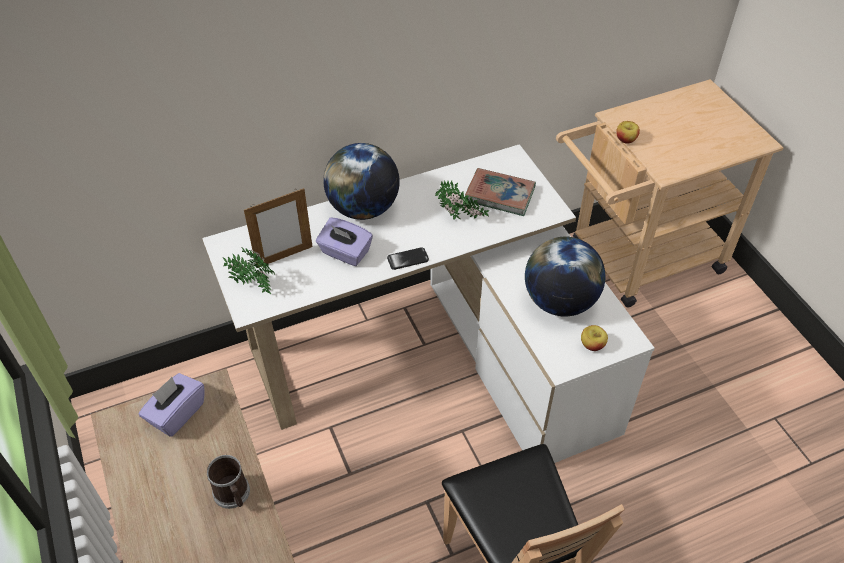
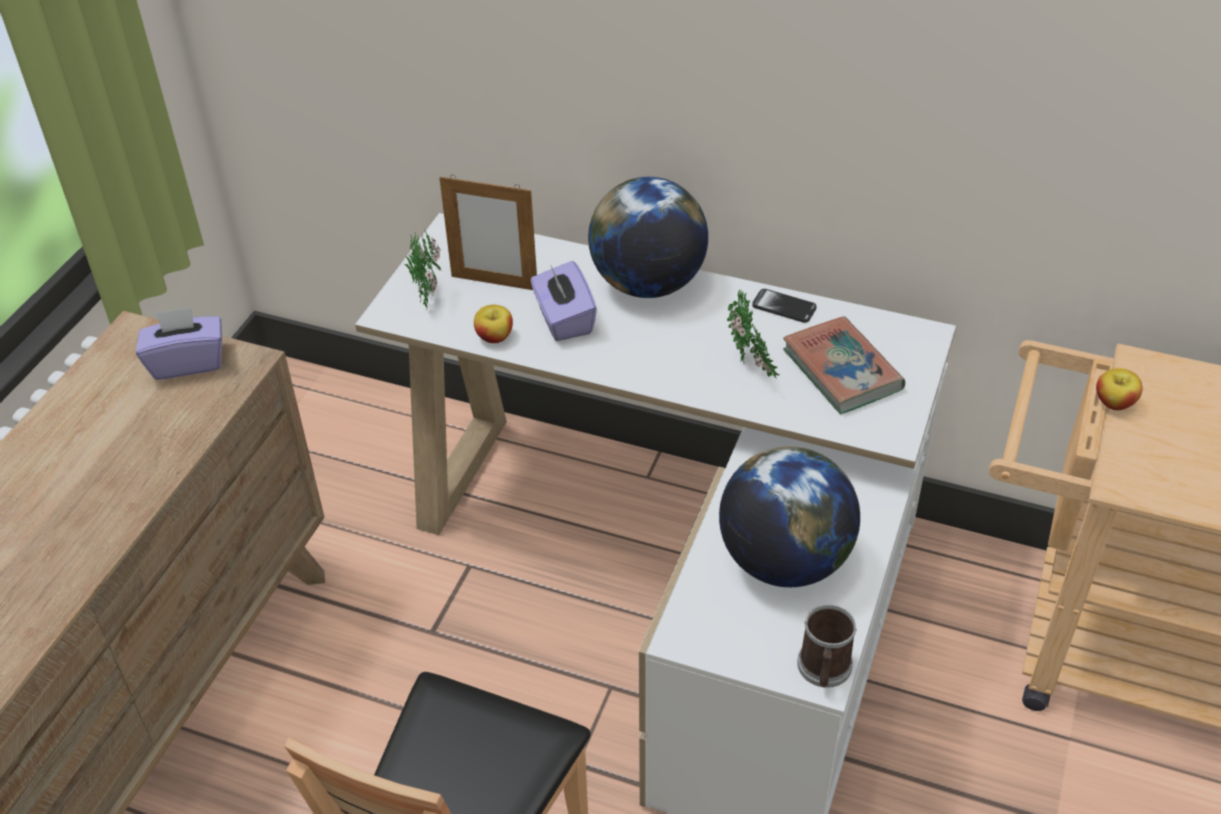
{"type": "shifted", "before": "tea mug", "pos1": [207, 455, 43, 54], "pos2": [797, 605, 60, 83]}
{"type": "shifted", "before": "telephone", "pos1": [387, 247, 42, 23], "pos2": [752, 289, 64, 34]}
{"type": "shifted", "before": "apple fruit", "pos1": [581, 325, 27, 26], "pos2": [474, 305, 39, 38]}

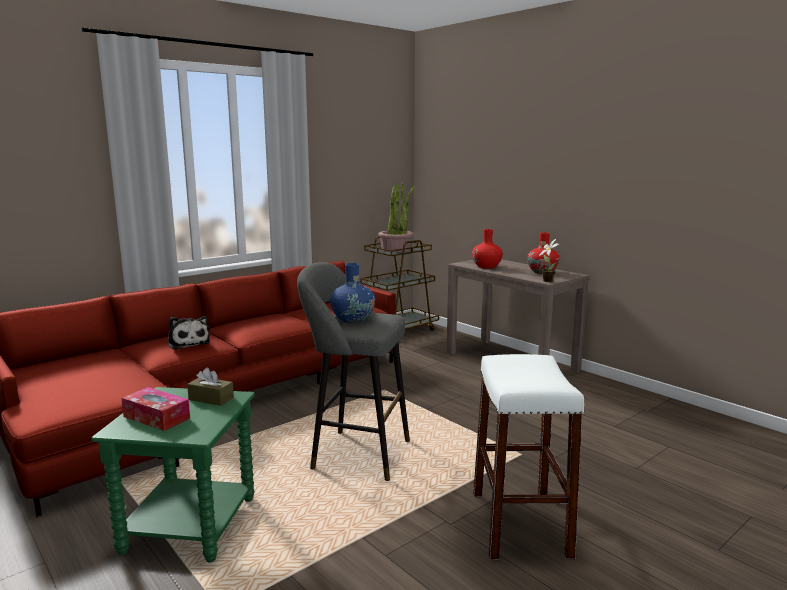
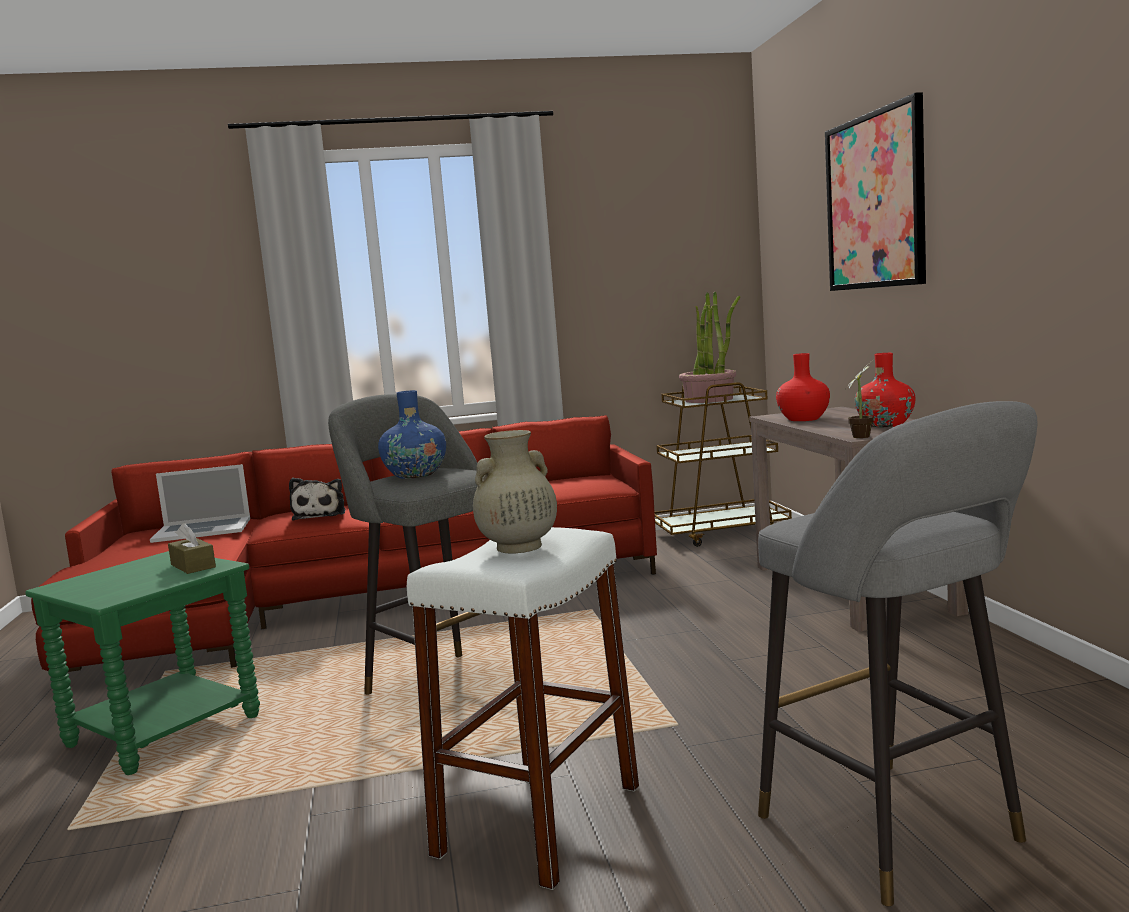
{"type": "gone", "before": "tissue holder", "pos1": [121, 387, 69, 44]}
{"type": "new", "after": "portable computer", "pos2": [150, 464, 100, 79]}
{"type": "new", "after": "sand-coloured vase", "pos2": [473, 430, 84, 124]}
{"type": "new", "after": "grey stool", "pos2": [758, 401, 280, 505]}
{"type": "new", "after": "wall art", "pos2": [825, 92, 101, 199]}

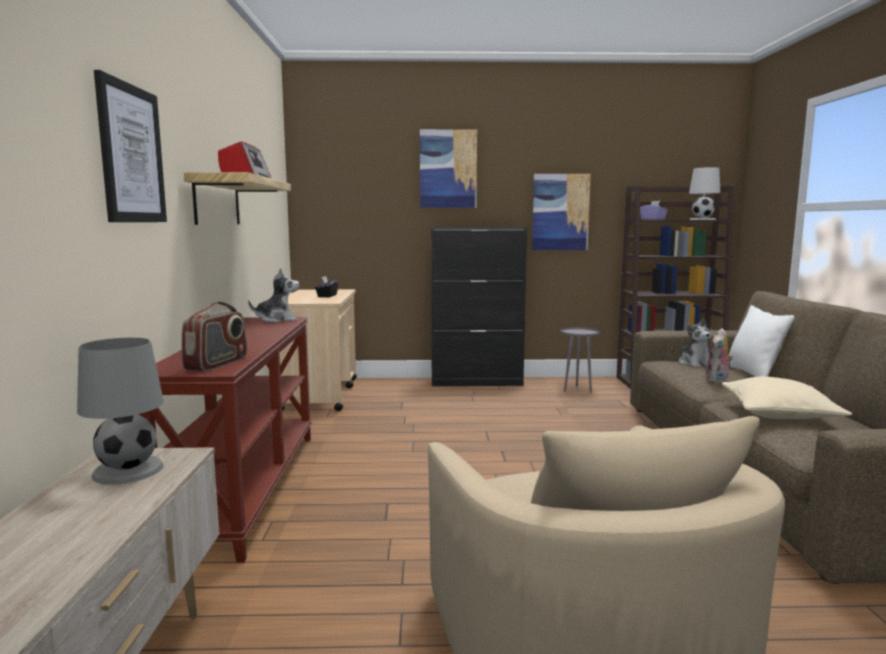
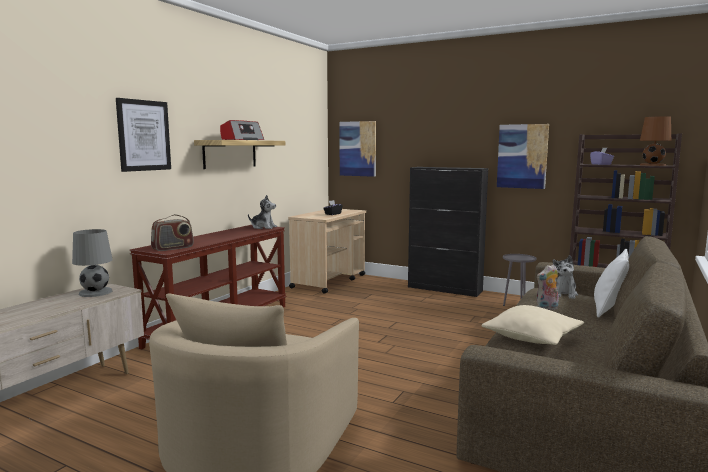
{"type": "shifted", "before": "wall art", "pos1": [420, 129, 57, 79], "pos2": [339, 121, 37, 56]}
{"type": "repainted", "before": "white tabletop lamp", "after": "brown-coloured tabletop lamp", "pos1": [689, 167, 31, 53], "pos2": [640, 116, 31, 50]}

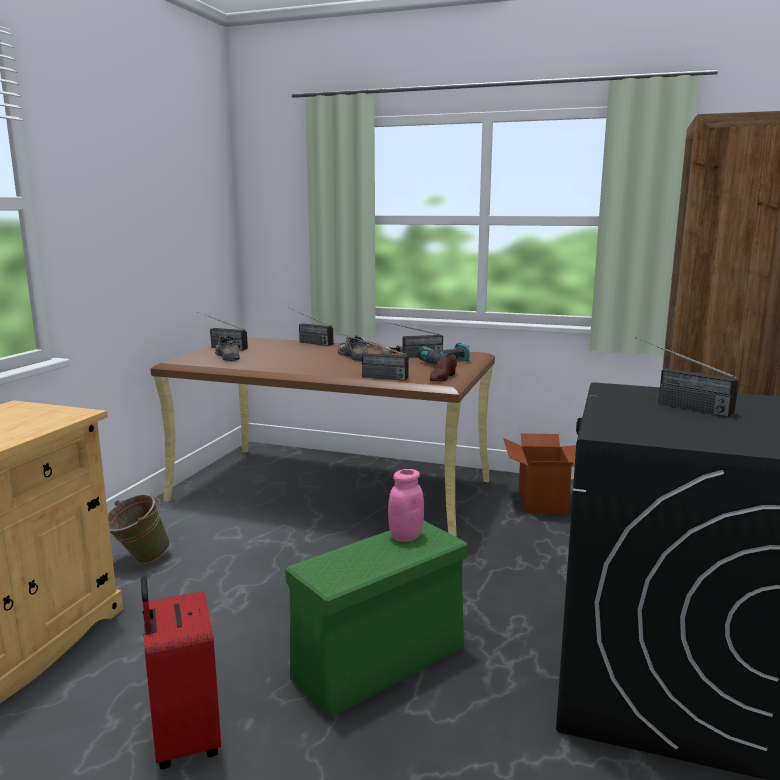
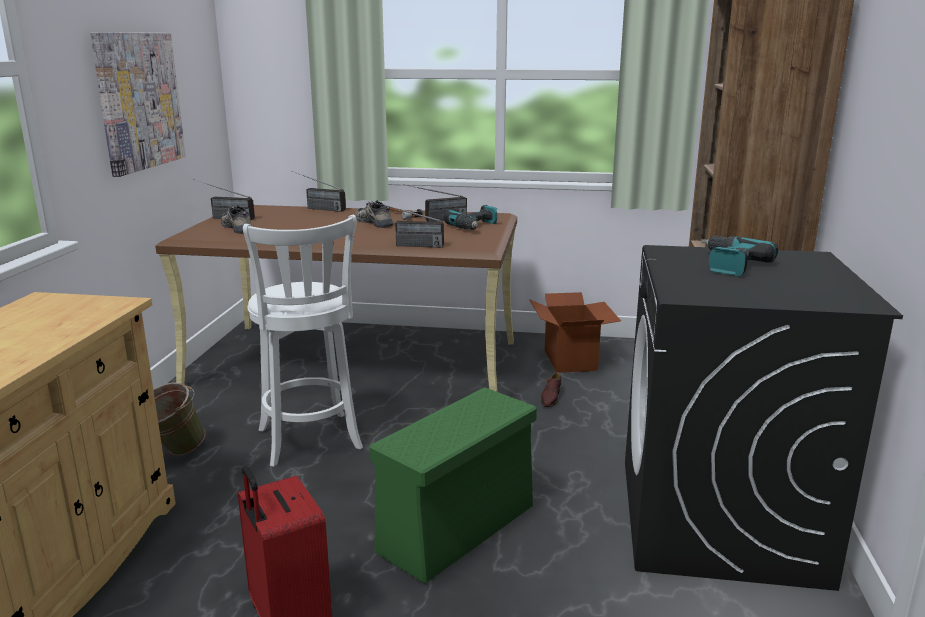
{"type": "gone", "before": "pink-coloured preserve jar", "pos1": [388, 469, 36, 73]}
{"type": "shifted", "before": "brown-coloured item of footwear", "pos1": [430, 355, 27, 27], "pos2": [541, 373, 20, 34]}
{"type": "swapped", "before": "radio", "after": "power drill", "pos1": [635, 337, 103, 80], "pos2": [702, 236, 76, 41]}
{"type": "new", "after": "wall art", "pos2": [90, 32, 96, 145]}
{"type": "new", "after": "white stool", "pos2": [243, 215, 120, 252]}

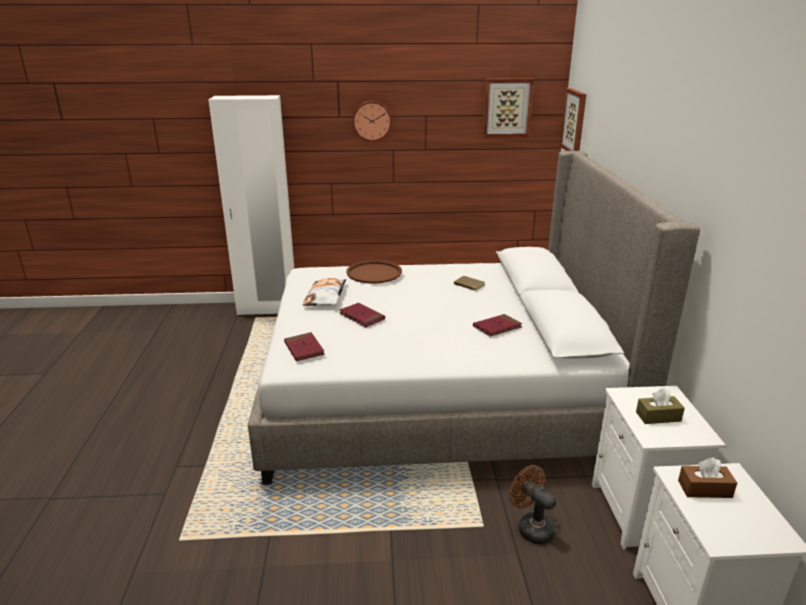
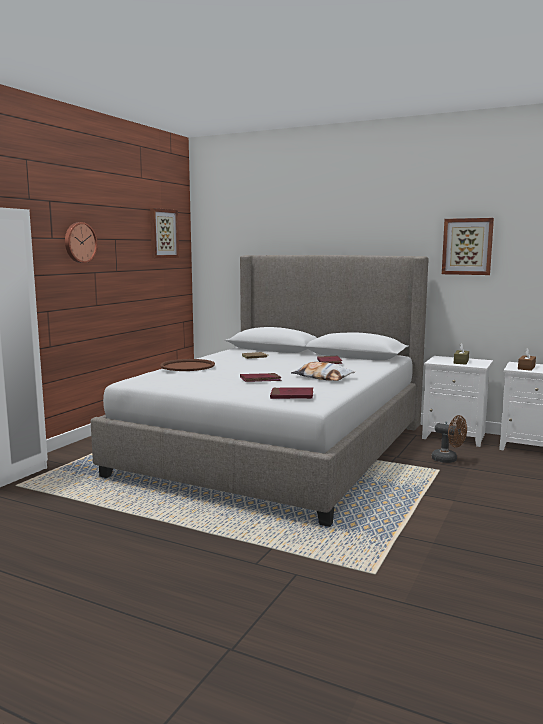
{"type": "shifted", "before": "cushion", "pos1": [302, 278, 44, 28], "pos2": [291, 362, 64, 19]}
{"type": "rotated", "before": "brown-coloured fan", "pos1": [509, 465, 47, 79], "pos2": [432, 415, 35, 48], "turn": -135}
{"type": "shifted", "before": "wall art", "pos1": [560, 88, 26, 63], "pos2": [442, 218, 52, 57]}

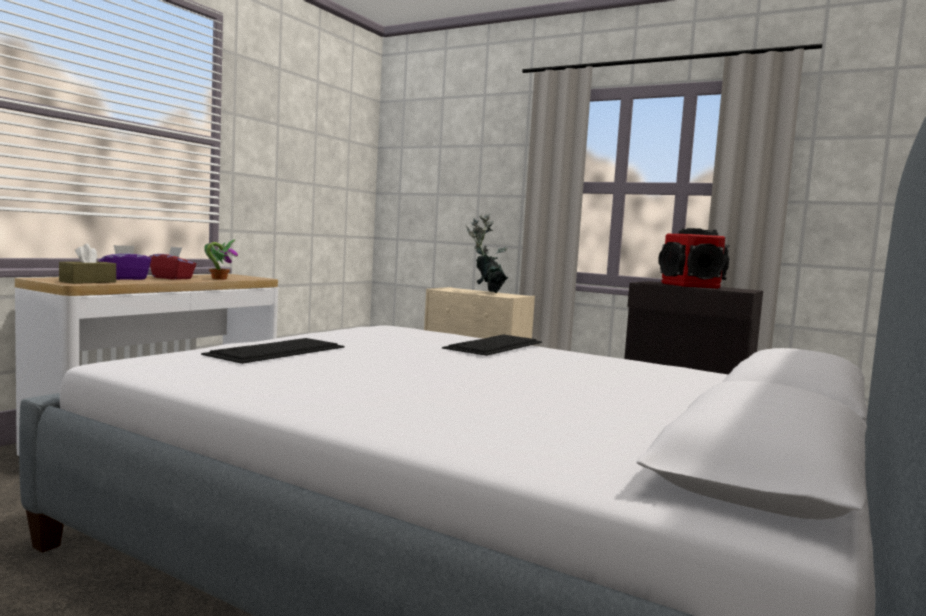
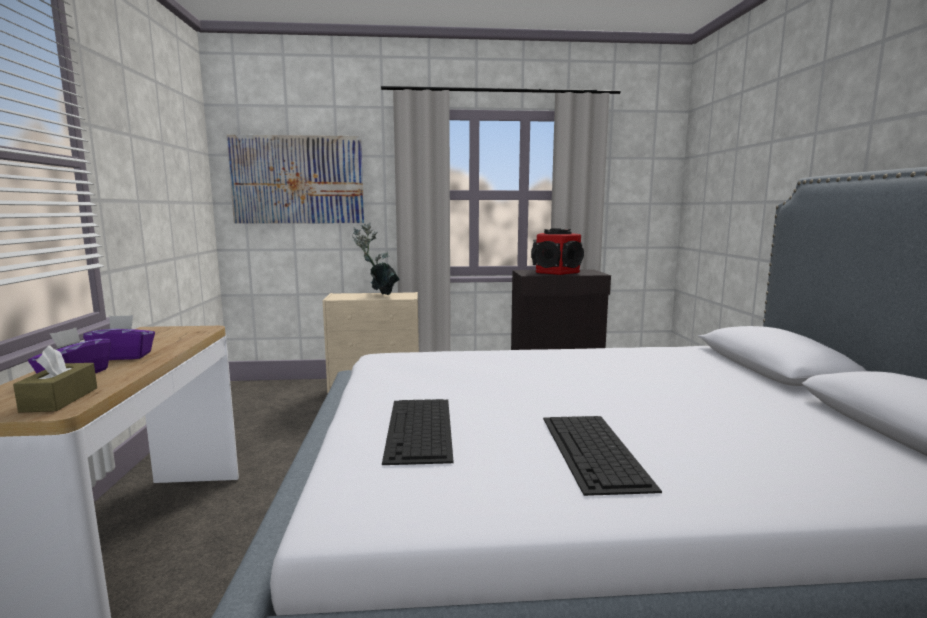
{"type": "repainted", "before": "reddish tissue holder", "after": "purple tissue holder", "pos1": [149, 247, 48, 33], "pos2": [83, 315, 72, 45]}
{"type": "gone", "before": "plant in a pot", "pos1": [204, 239, 34, 41]}
{"type": "shifted", "before": "PC keyboard", "pos1": [442, 335, 100, 21], "pos2": [543, 416, 119, 80]}
{"type": "new", "after": "wall art", "pos2": [227, 135, 137, 89]}

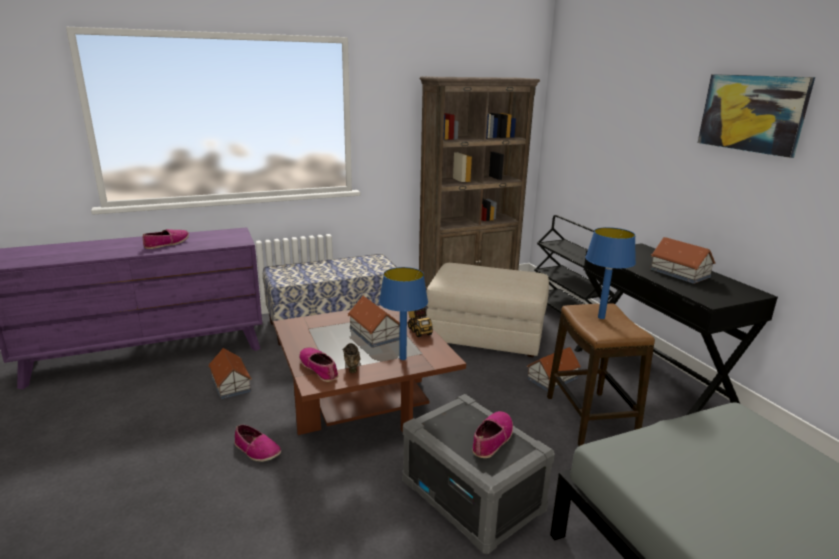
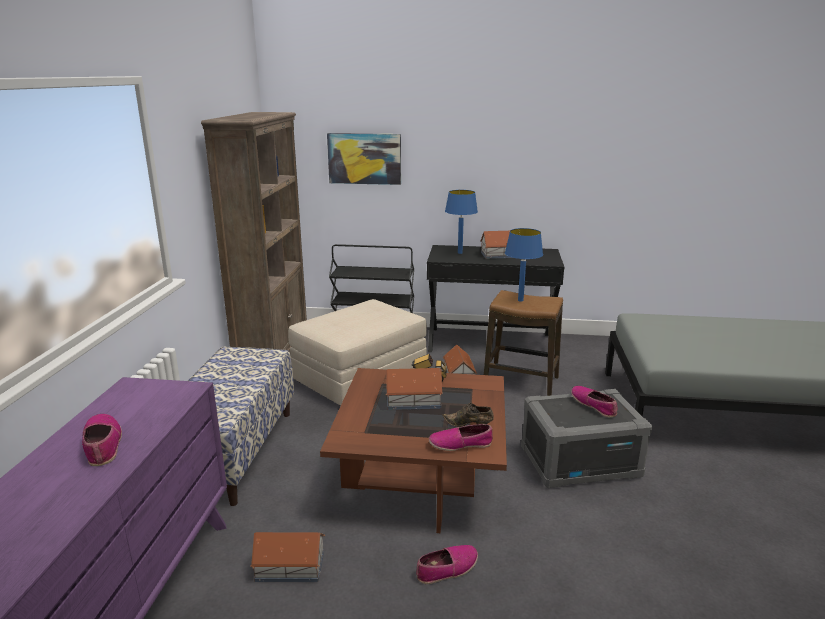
{"type": "shifted", "before": "bluish tabletop lamp", "pos1": [379, 267, 49, 93], "pos2": [445, 190, 33, 64]}
{"type": "shifted", "before": "wall art", "pos1": [698, 74, 117, 84], "pos2": [327, 133, 74, 52]}

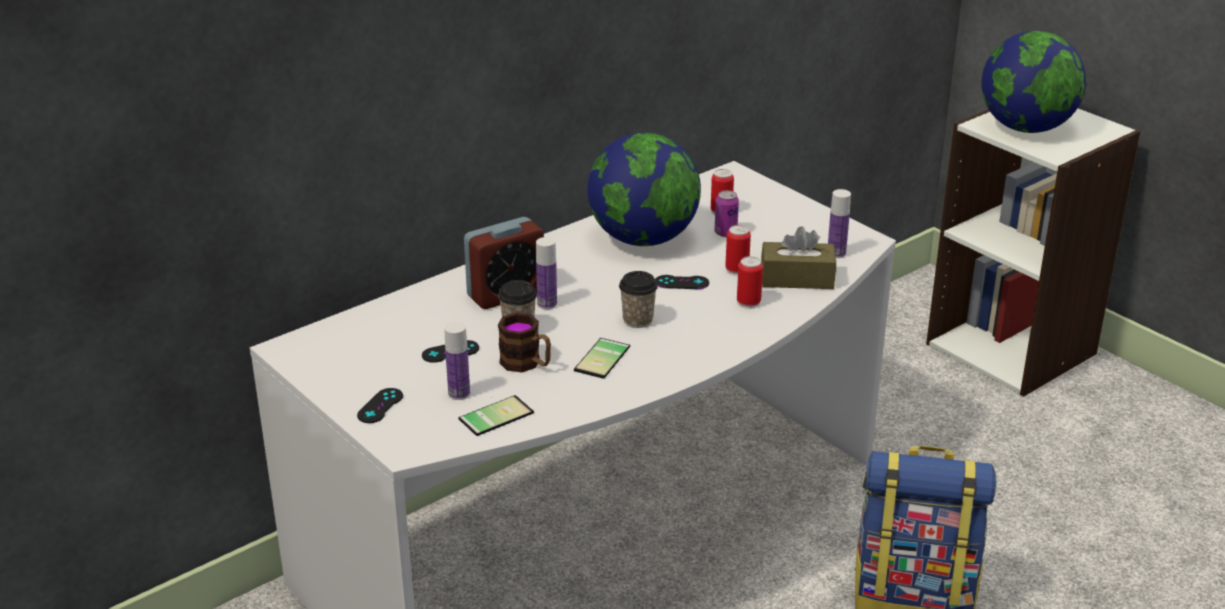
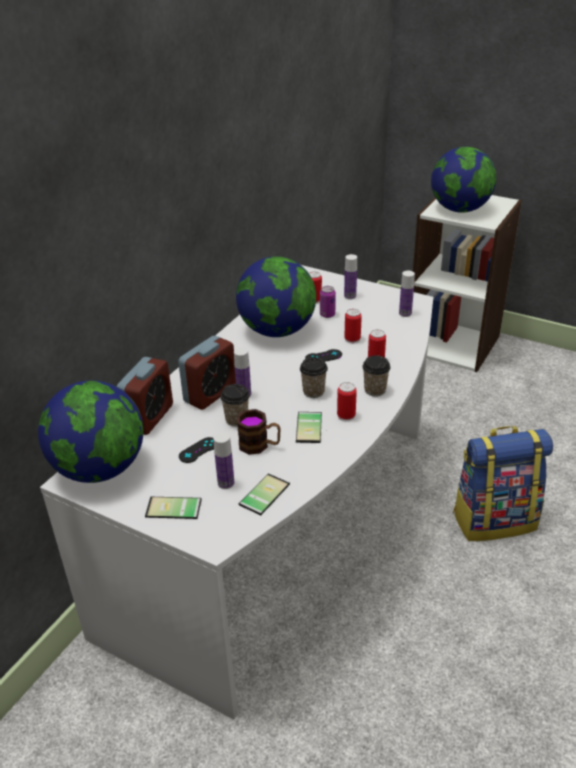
{"type": "swapped", "before": "blackish gamepad", "after": "telephone", "pos1": [357, 388, 46, 35], "pos2": [145, 497, 57, 22]}
{"type": "gone", "before": "brown-coloured tissue holder", "pos1": [761, 226, 75, 63]}
{"type": "new", "after": "world globe", "pos2": [38, 381, 106, 102]}
{"type": "new", "after": "alarm clock", "pos2": [117, 357, 56, 78]}
{"type": "new", "after": "can", "pos2": [337, 382, 20, 39]}
{"type": "new", "after": "bottle", "pos2": [344, 254, 13, 45]}
{"type": "new", "after": "small cup", "pos2": [362, 355, 29, 42]}

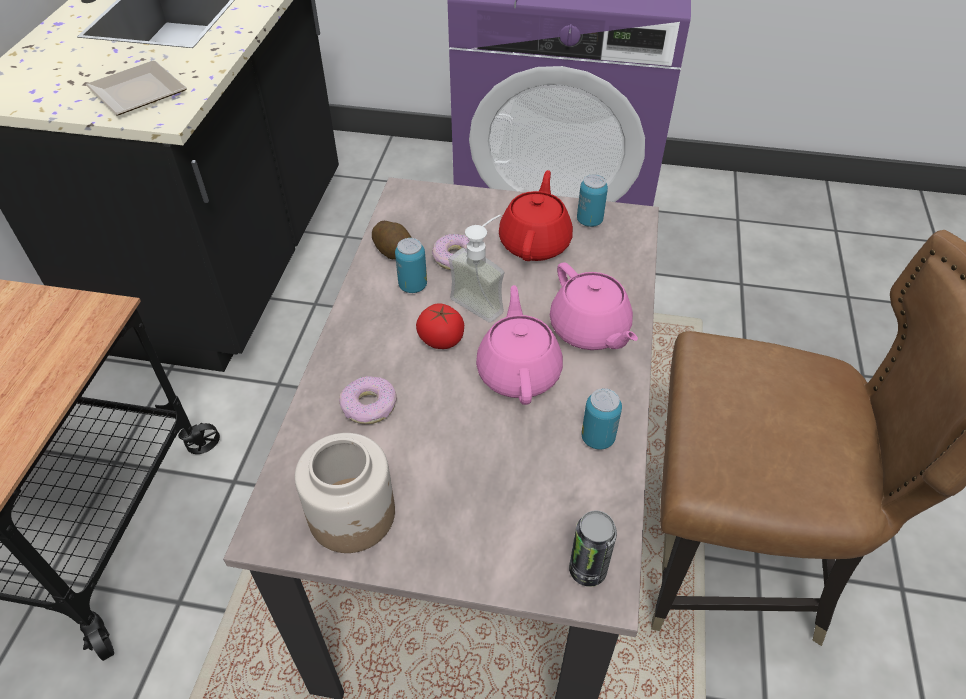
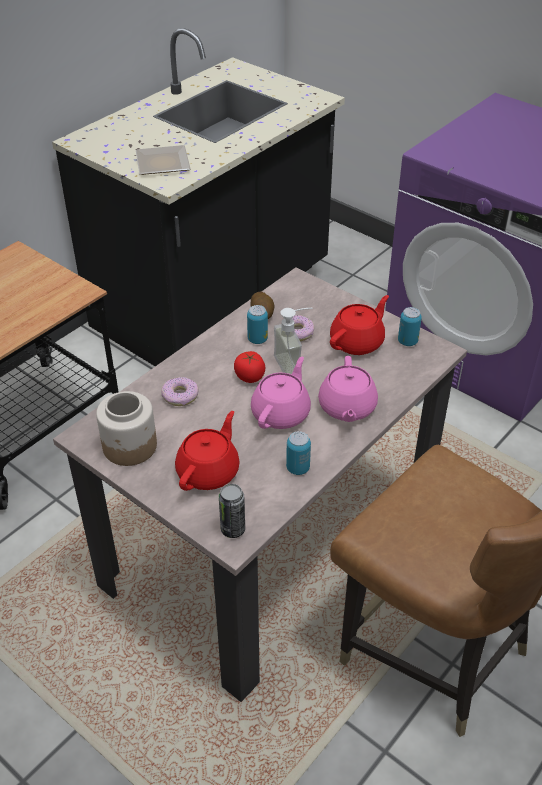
{"type": "new", "after": "reddish tea pot", "pos2": [175, 411, 65, 80]}

